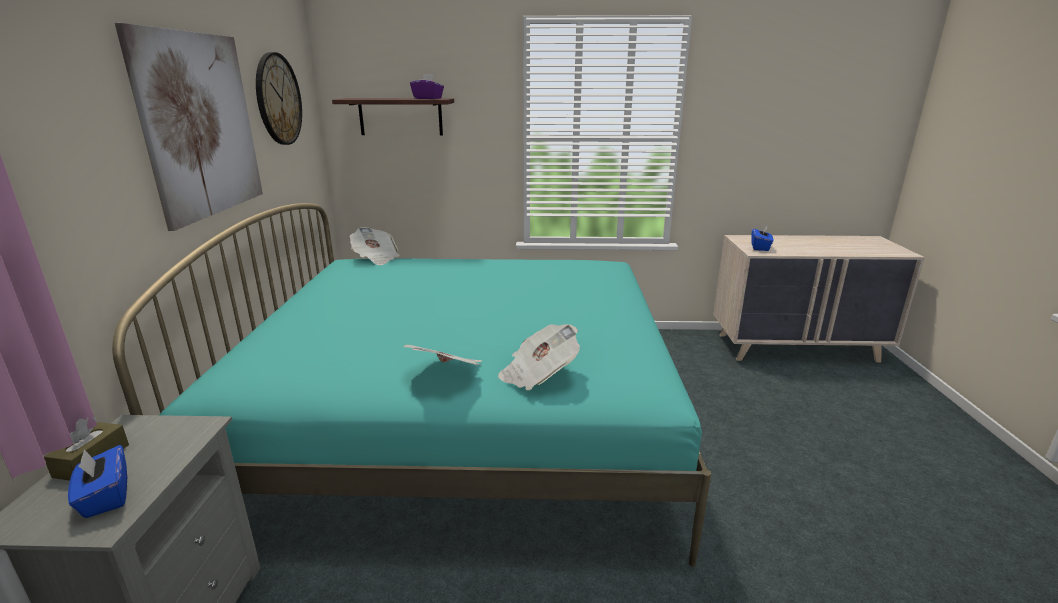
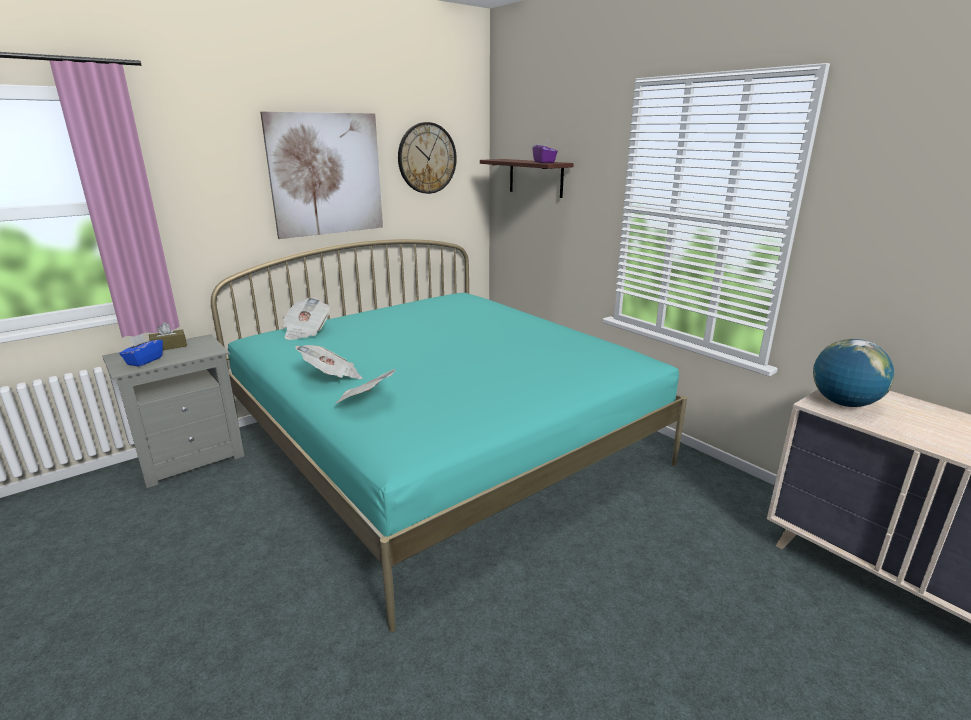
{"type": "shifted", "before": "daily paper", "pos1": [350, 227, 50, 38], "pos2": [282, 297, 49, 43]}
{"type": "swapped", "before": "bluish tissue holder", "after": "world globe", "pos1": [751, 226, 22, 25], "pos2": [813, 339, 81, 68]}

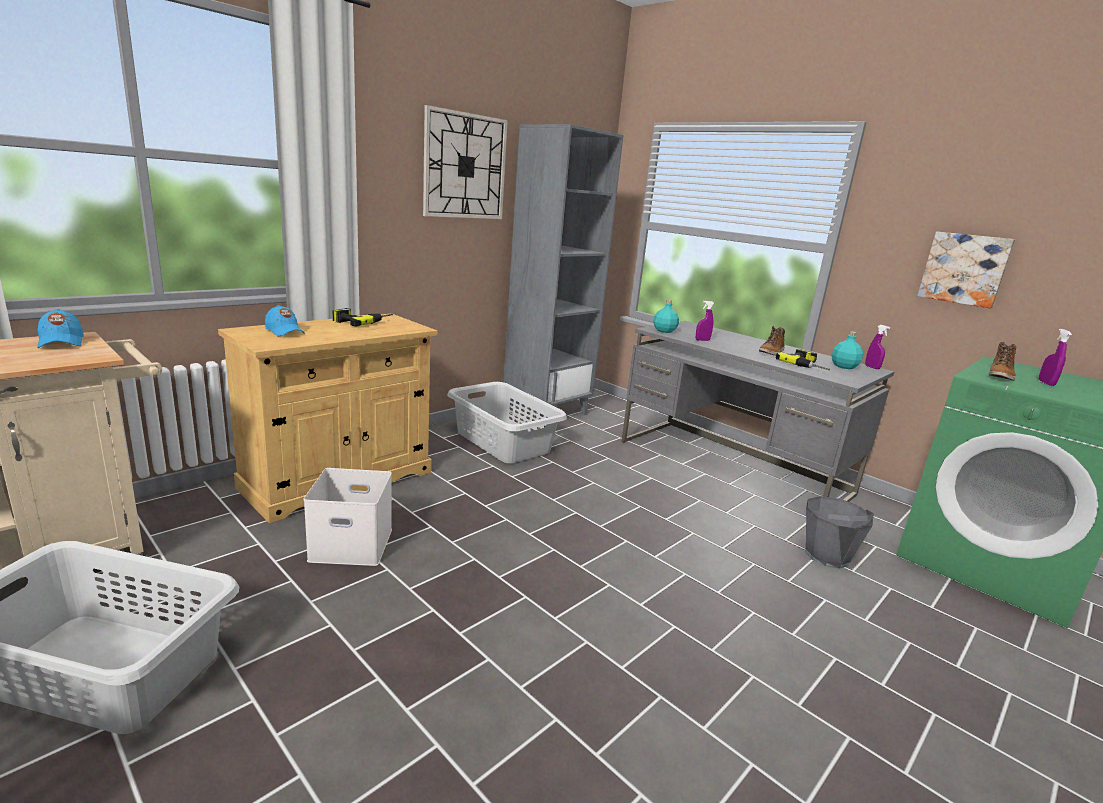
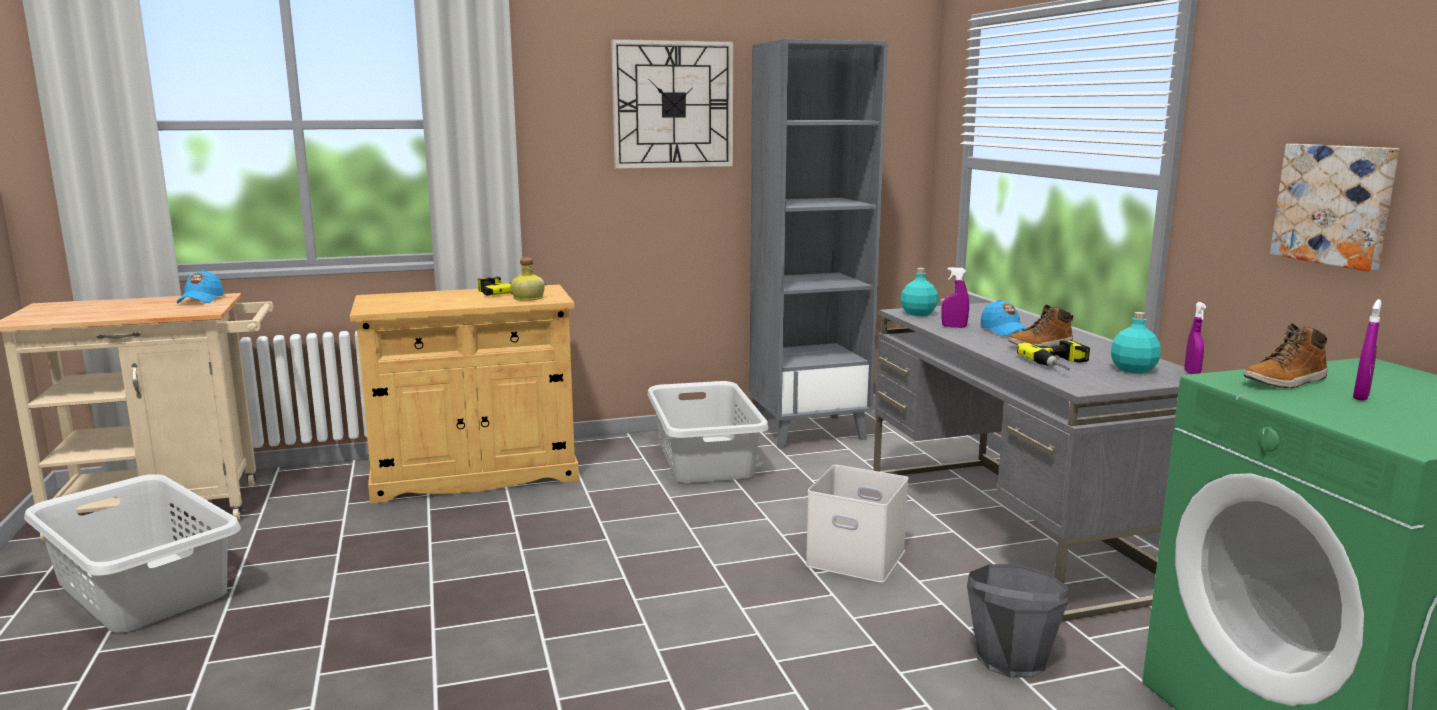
{"type": "shifted", "before": "bluish baseball cap", "pos1": [265, 305, 40, 32], "pos2": [981, 300, 46, 36]}
{"type": "shifted", "before": "white storage container", "pos1": [304, 468, 88, 98], "pos2": [806, 465, 103, 118]}
{"type": "new", "after": "bottle", "pos2": [511, 258, 34, 43]}

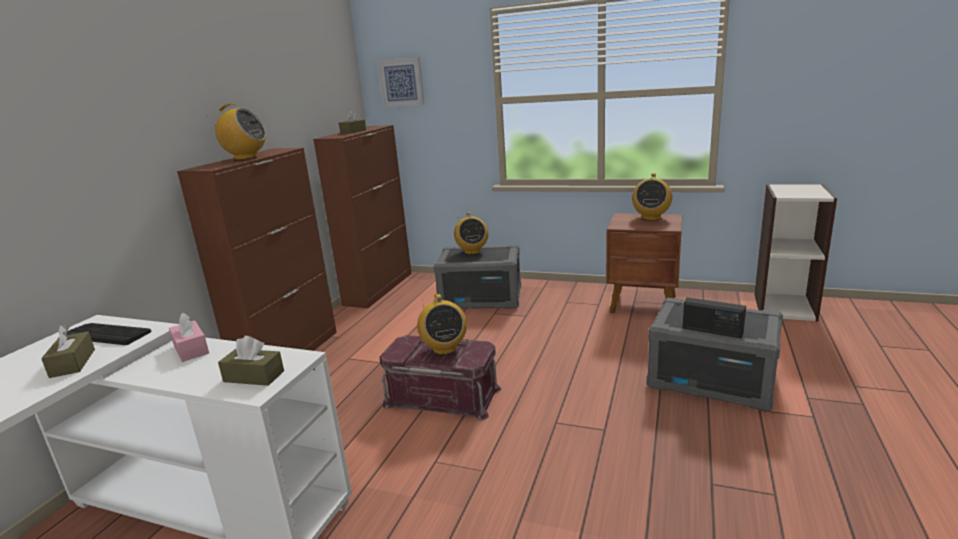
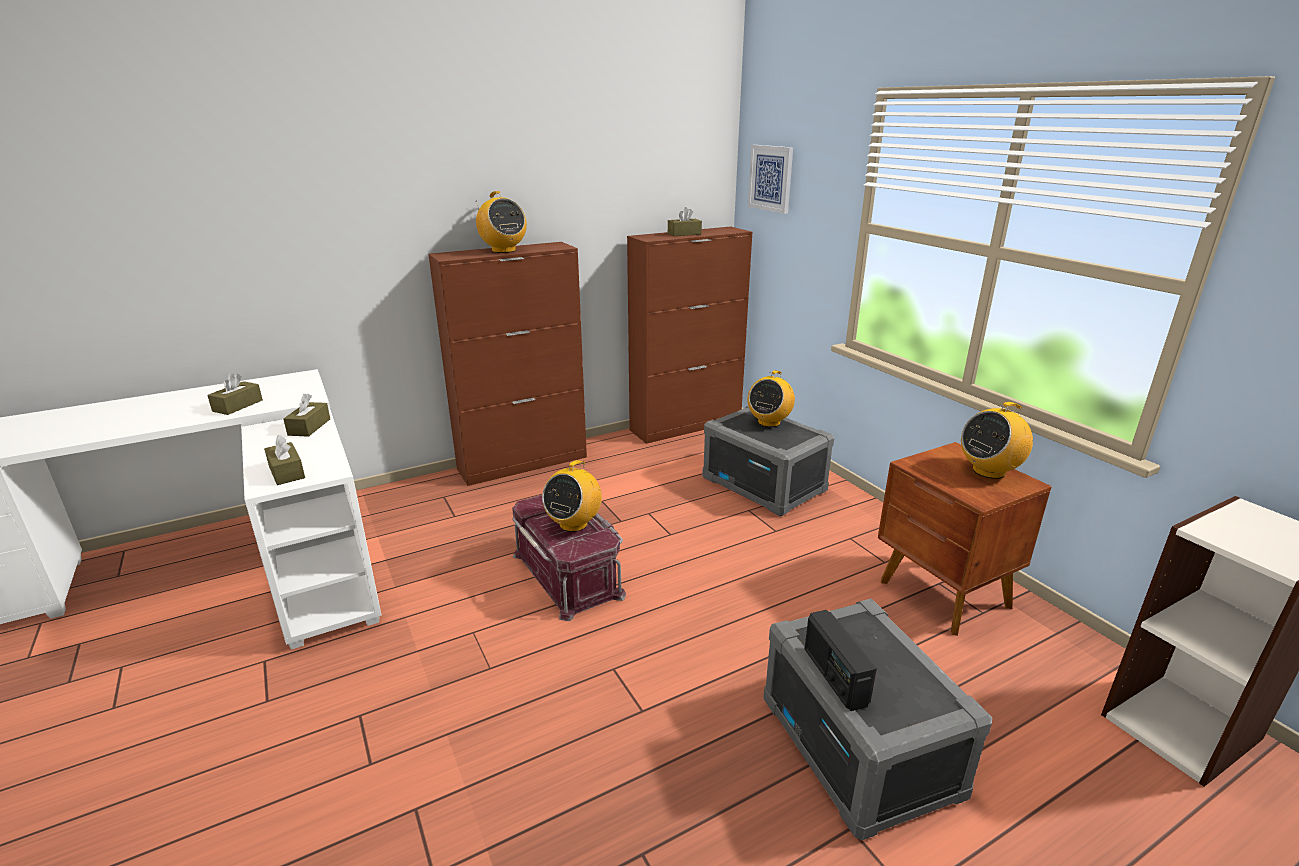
{"type": "gone", "before": "PC keyboard", "pos1": [67, 323, 85, 22]}
{"type": "repainted", "before": "pink-coloured tissue holder", "after": "brown-coloured tissue holder", "pos1": [169, 313, 40, 49], "pos2": [283, 394, 47, 43]}

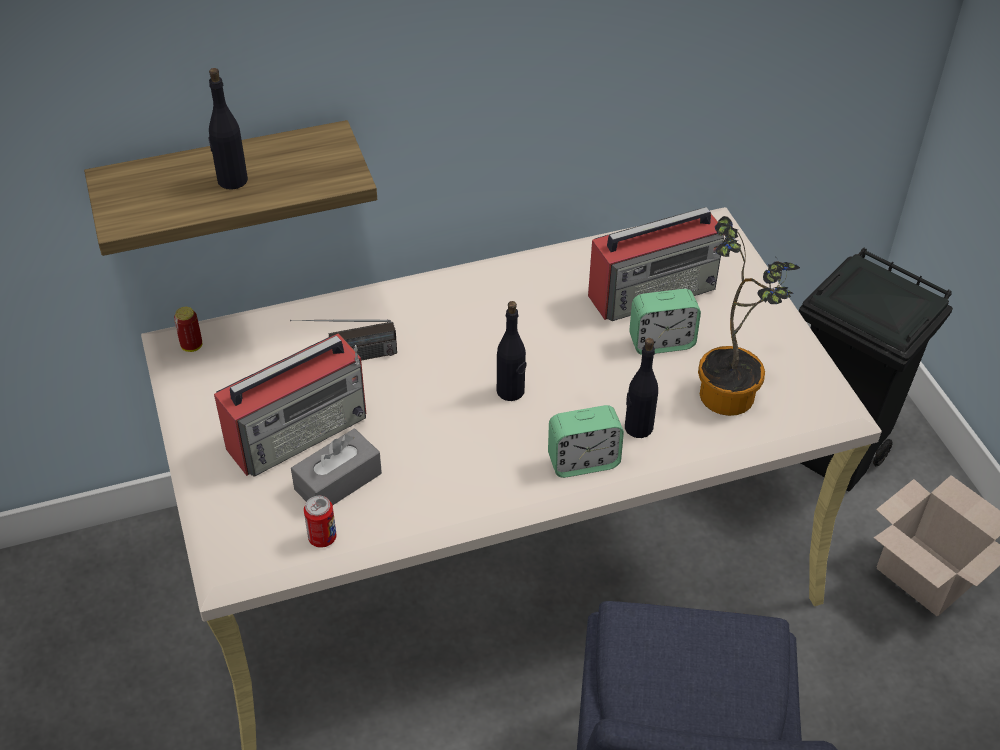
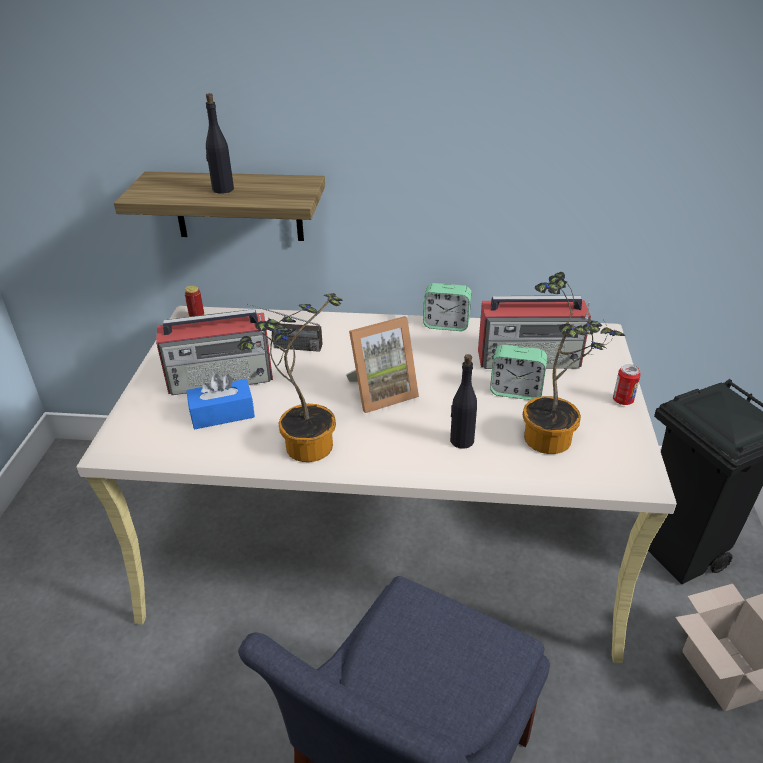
{"type": "repainted", "before": "grey tissue holder", "after": "bluish tissue holder", "pos1": [291, 429, 91, 76], "pos2": [186, 374, 69, 55]}
{"type": "shifted", "before": "can", "pos1": [304, 496, 33, 52], "pos2": [613, 364, 28, 41]}
{"type": "swapped", "before": "blackish bottle", "after": "photo frame", "pos1": [497, 301, 30, 100], "pos2": [346, 316, 73, 97]}
{"type": "shifted", "before": "alarm clock", "pos1": [548, 405, 76, 73], "pos2": [423, 283, 48, 48]}
{"type": "new", "after": "plant in a pot", "pos2": [237, 293, 106, 169]}

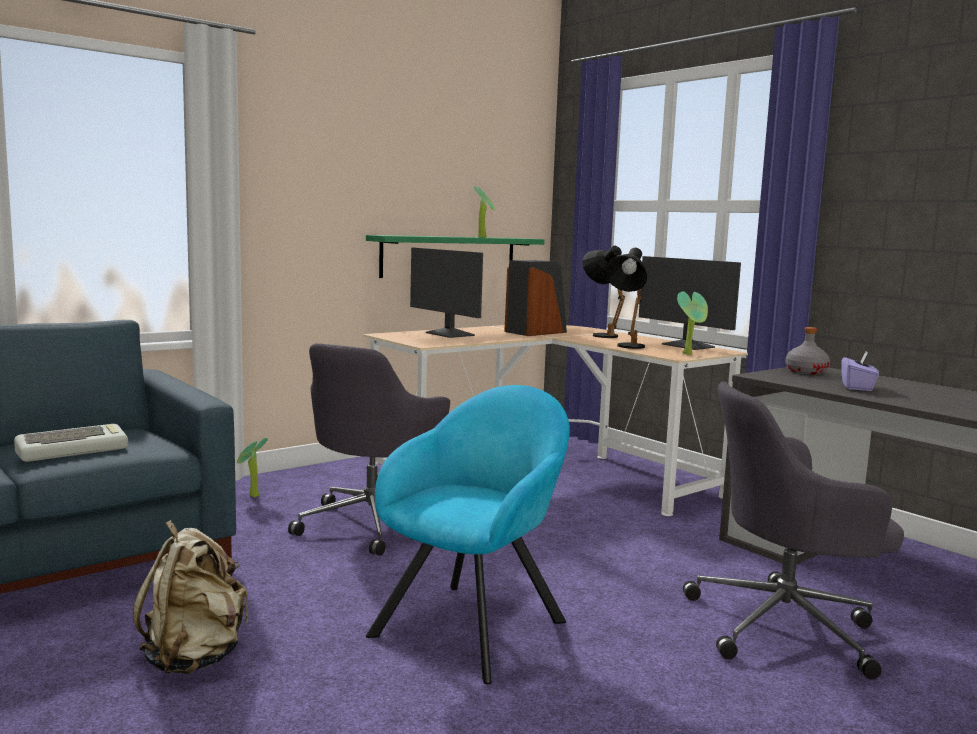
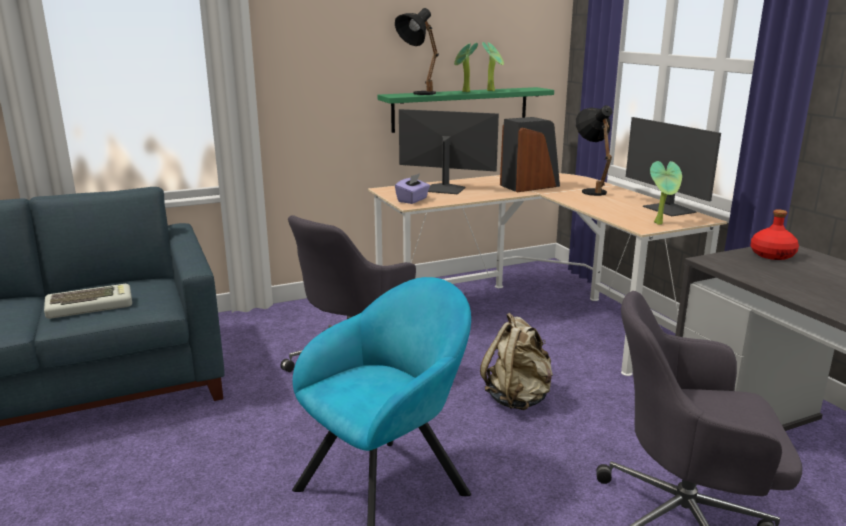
{"type": "shifted", "before": "sand-coloured backpack", "pos1": [133, 520, 116, 154], "pos2": [480, 313, 73, 97]}
{"type": "shifted", "before": "plant in a pot", "pos1": [237, 438, 31, 60], "pos2": [454, 43, 24, 49]}
{"type": "rotated", "before": "monitor", "pos1": [410, 247, 73, 91], "pos2": [399, 109, 100, 85], "turn": 135}
{"type": "shifted", "before": "blackish tabletop lamp", "pos1": [605, 248, 42, 101], "pos2": [395, 8, 44, 87]}
{"type": "repainted", "before": "grey bottle", "after": "reddish bottle", "pos1": [785, 327, 45, 47], "pos2": [750, 209, 49, 51]}
{"type": "shifted", "before": "purple tissue holder", "pos1": [842, 351, 37, 40], "pos2": [395, 173, 35, 31]}

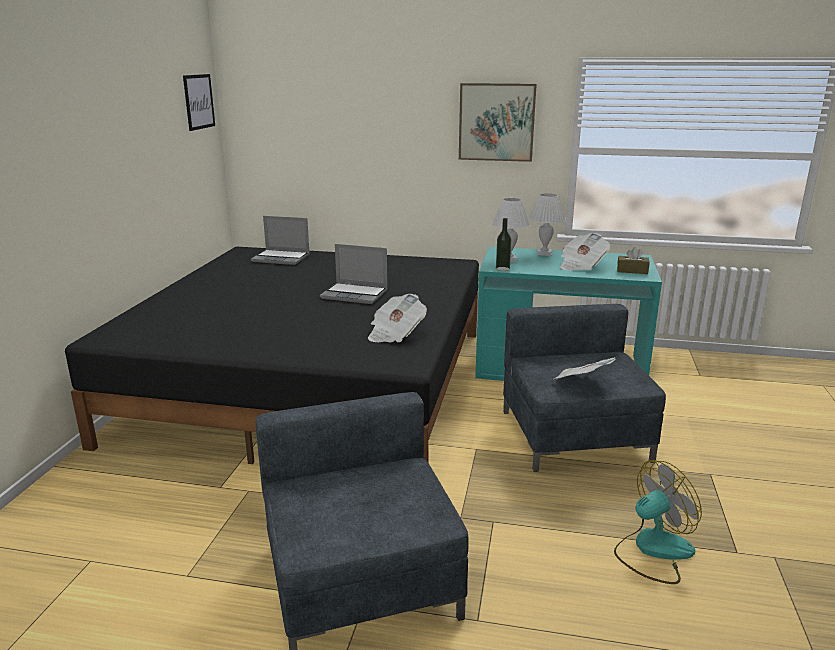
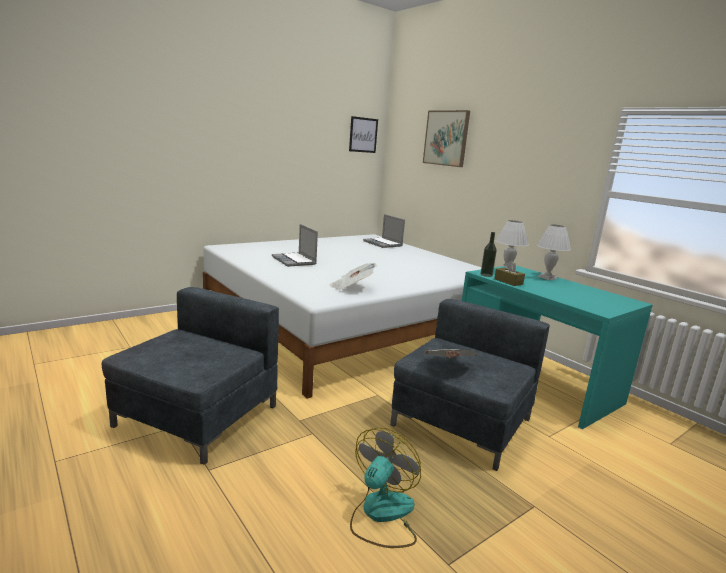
{"type": "repainted", "before": "blackish sleeping bed", "after": "white sleeping bed", "pos1": [65, 247, 414, 217], "pos2": [203, 234, 278, 165]}
{"type": "shifted", "before": "portable computer", "pos1": [320, 244, 68, 60], "pos2": [272, 224, 46, 43]}
{"type": "shifted", "before": "wall art", "pos1": [459, 83, 78, 79], "pos2": [423, 110, 47, 57]}
{"type": "gone", "before": "daily paper", "pos1": [560, 233, 50, 37]}
{"type": "rotated", "before": "fan", "pos1": [614, 460, 88, 124], "pos2": [350, 427, 71, 121], "turn": -75}
{"type": "shifted", "before": "brown-coloured tissue holder", "pos1": [617, 247, 33, 27], "pos2": [494, 261, 31, 25]}

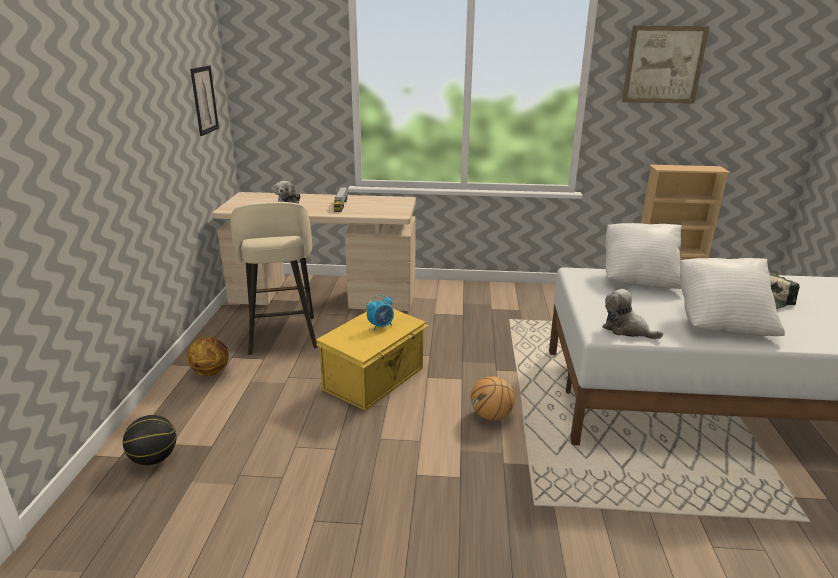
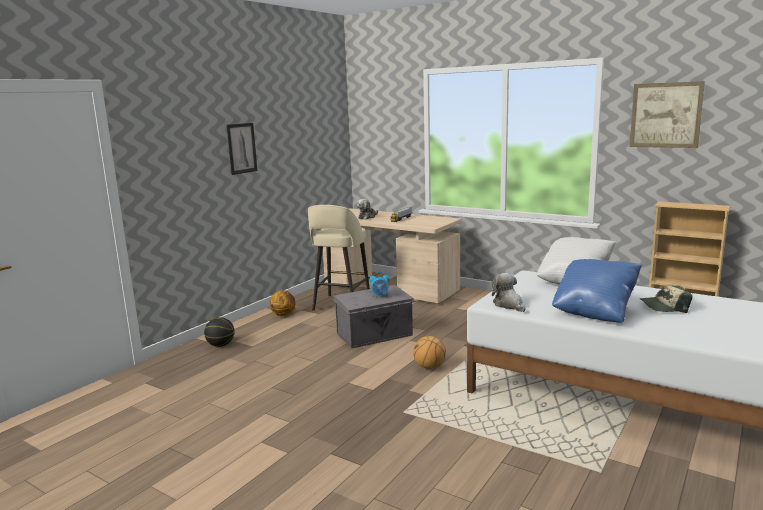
{"type": "shifted", "before": "wall art", "pos1": [190, 66, 29, 70], "pos2": [227, 123, 30, 52]}
{"type": "repainted", "before": "yellowish storage container", "after": "grey storage container", "pos1": [316, 308, 112, 103], "pos2": [333, 285, 83, 64]}
{"type": "repainted", "before": "white cushion", "after": "bluish cushion", "pos1": [680, 258, 105, 78], "pos2": [552, 259, 90, 64]}

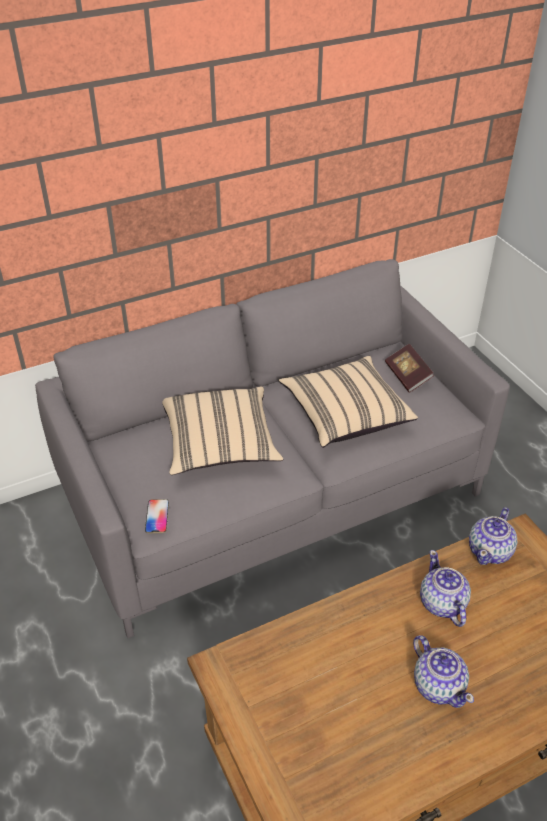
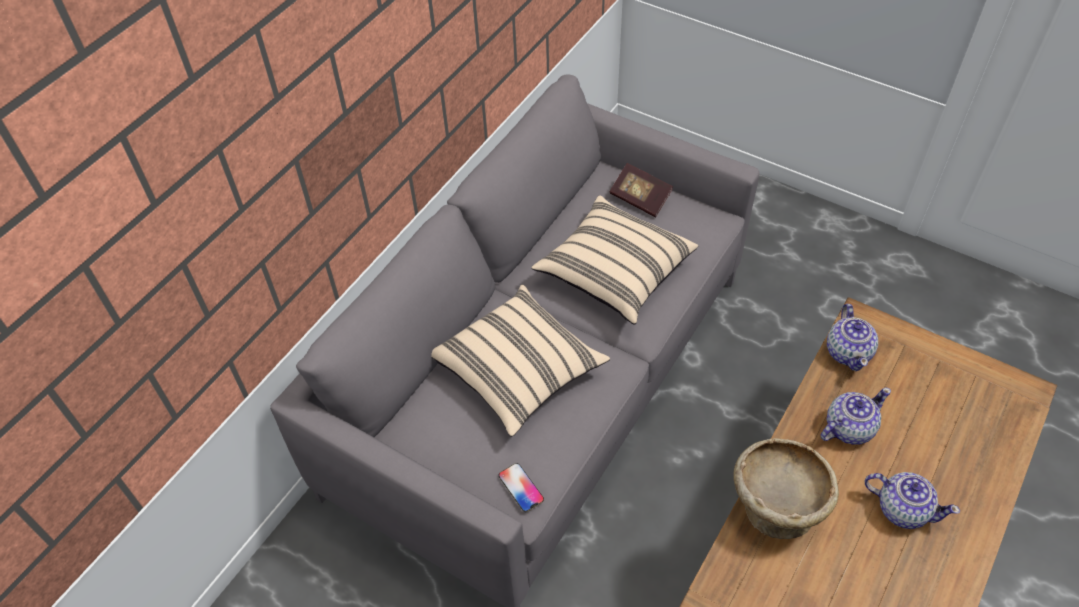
{"type": "rotated", "before": "tea pot", "pos1": [420, 550, 51, 77], "pos2": [820, 388, 71, 57], "turn": 105}
{"type": "new", "after": "sand-coloured serving bowl", "pos2": [733, 438, 106, 101]}

